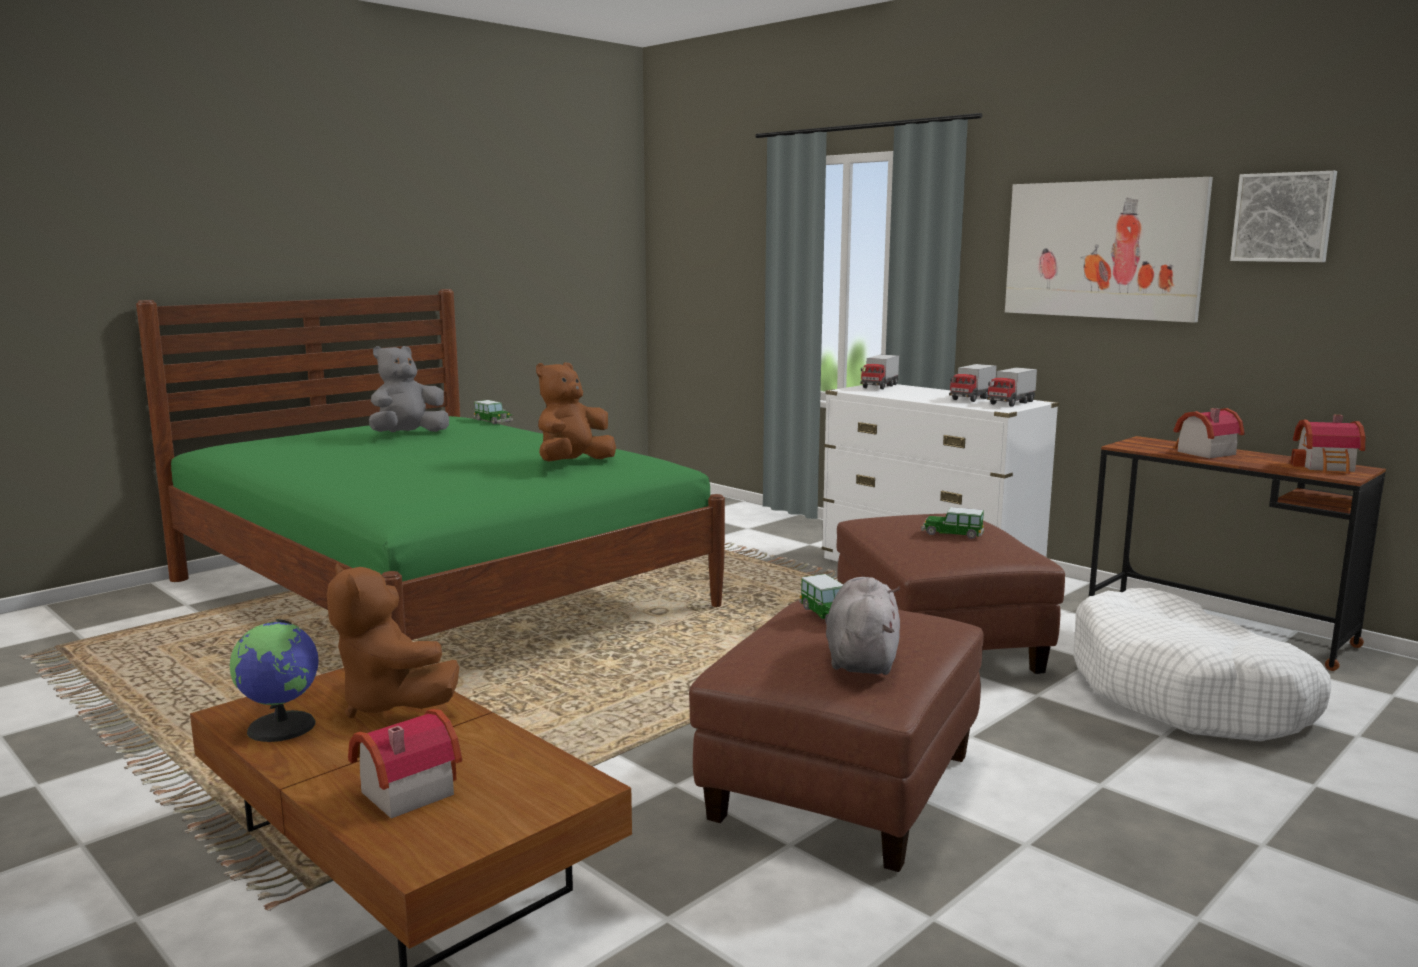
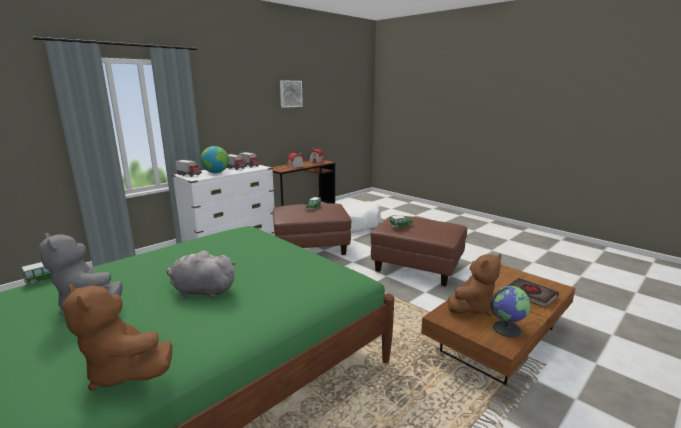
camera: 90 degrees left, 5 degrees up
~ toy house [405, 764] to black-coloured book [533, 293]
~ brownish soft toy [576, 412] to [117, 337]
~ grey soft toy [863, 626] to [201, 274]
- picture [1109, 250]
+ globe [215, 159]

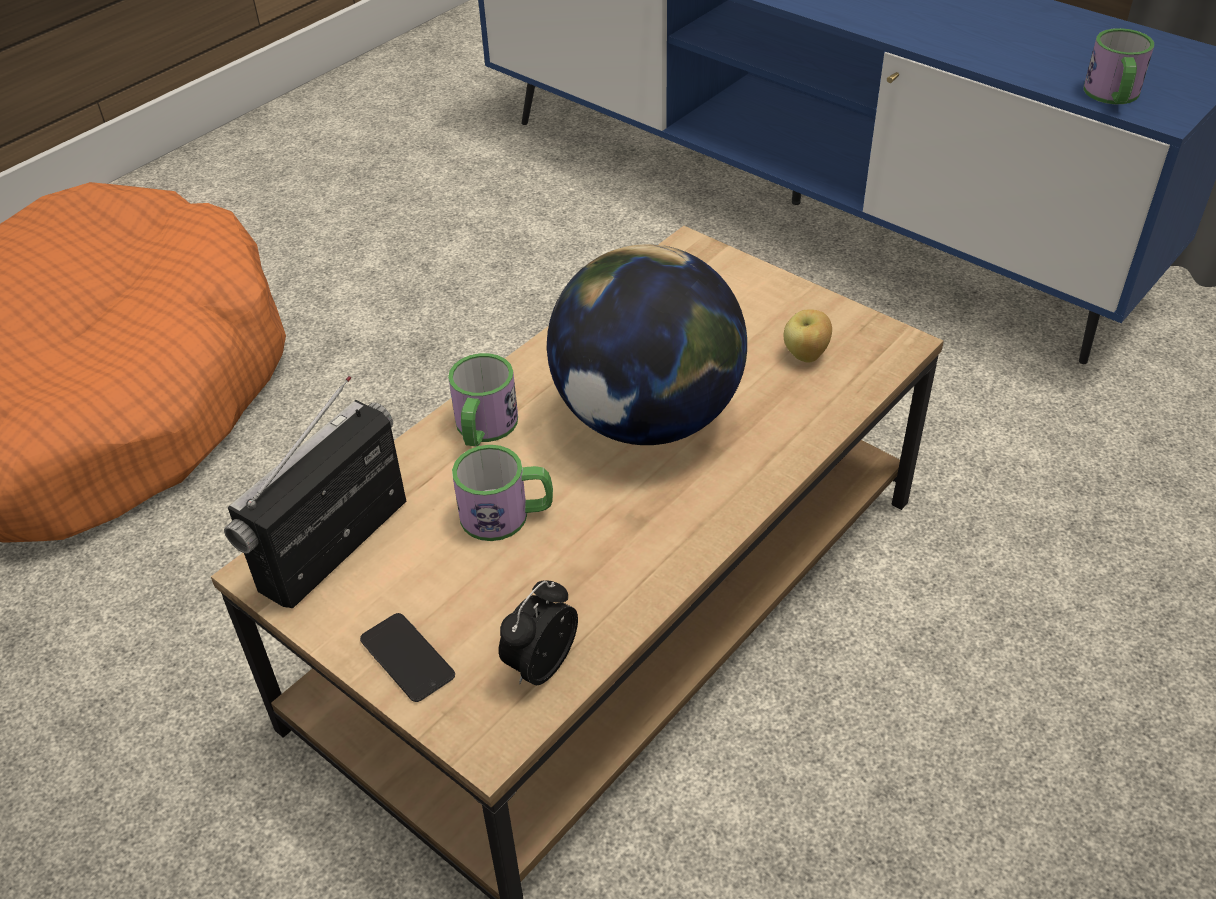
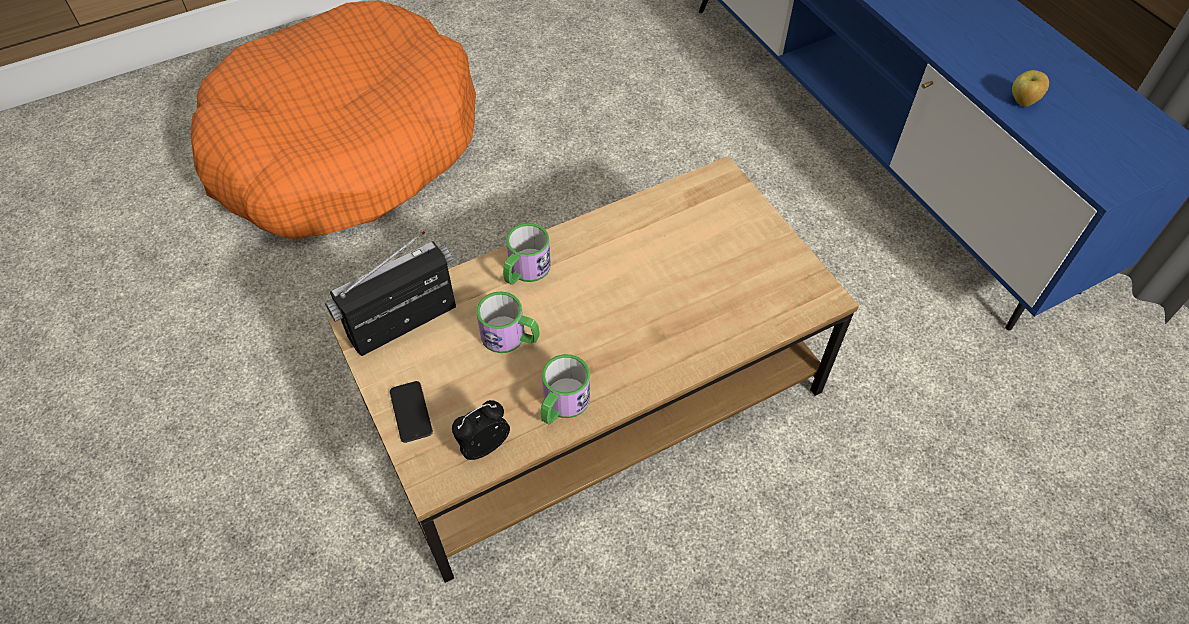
camera: 20 degrees right, 10 degrees up
- globe [647, 344]
~ whole apple [808, 335] to [1030, 88]
~ mug [1118, 66] to [565, 389]

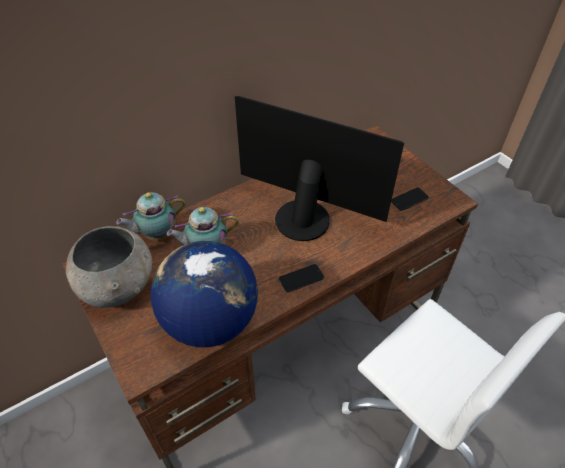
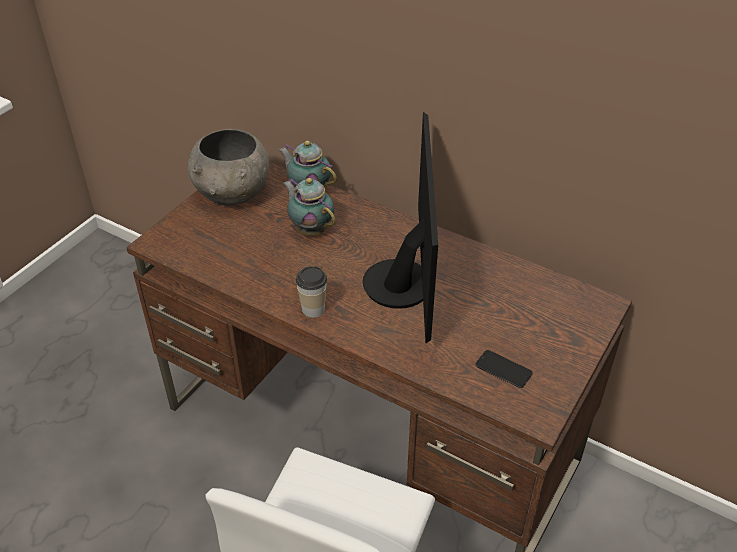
camera: 65 degrees right, 5 degrees down
- globe [204, 294]
~ handset [301, 278] to drinking cup [311, 292]

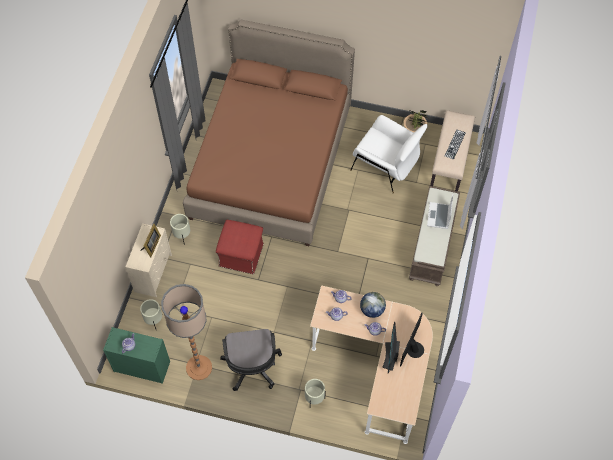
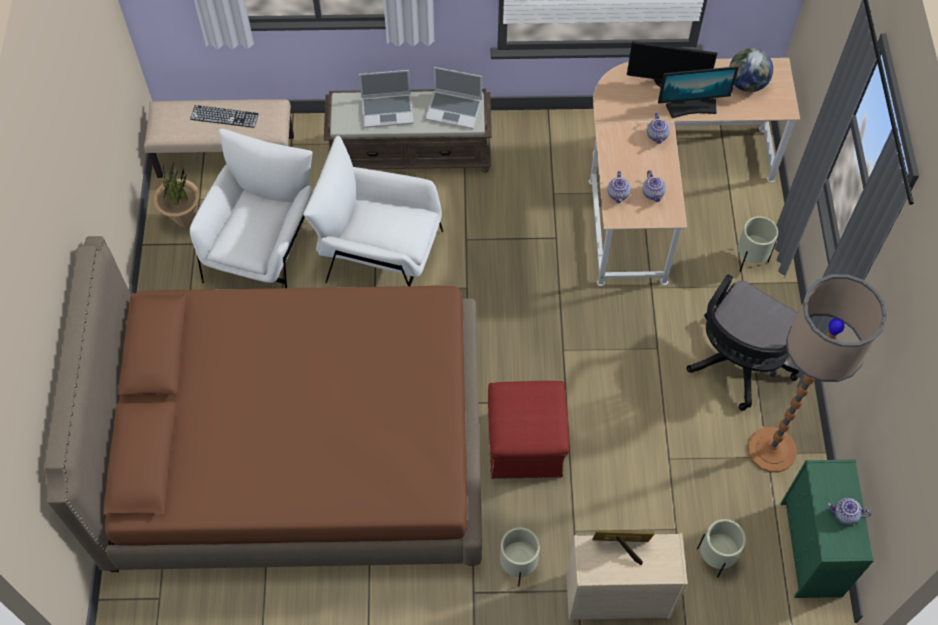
camera: 105 degrees left, 0 degrees up
~ black-coloured computer chair [251, 360] = [742, 342] 150 degrees clockwise
~ globe [373, 305] to [751, 70]
+ white-coloured armchair [373, 211]
+ portable computer [453, 98]

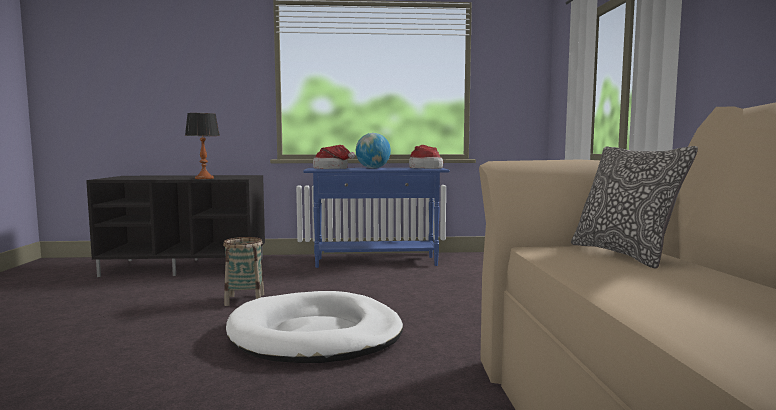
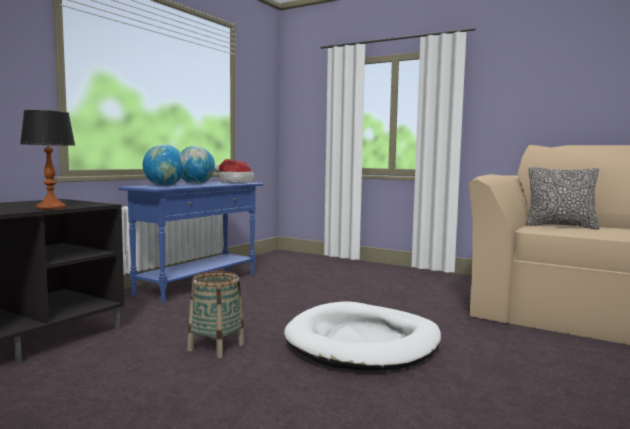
camera: 55 degrees left, 0 degrees up
~ clothing hat [334, 157] to globe [163, 165]

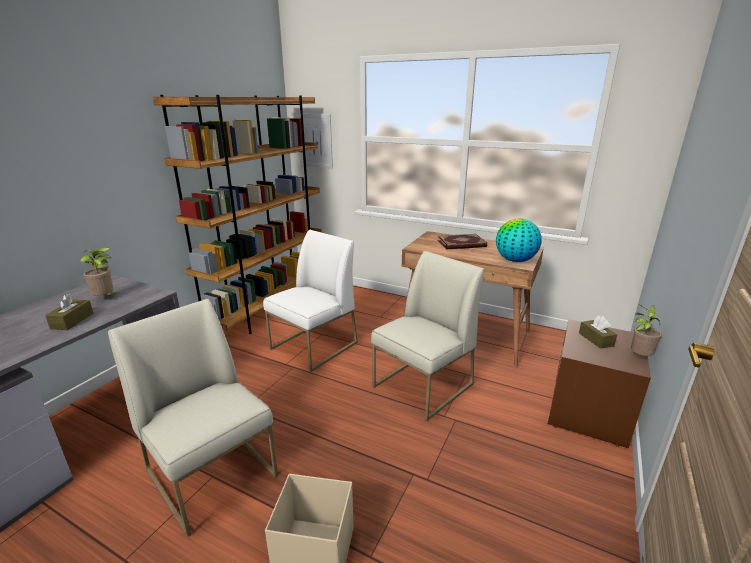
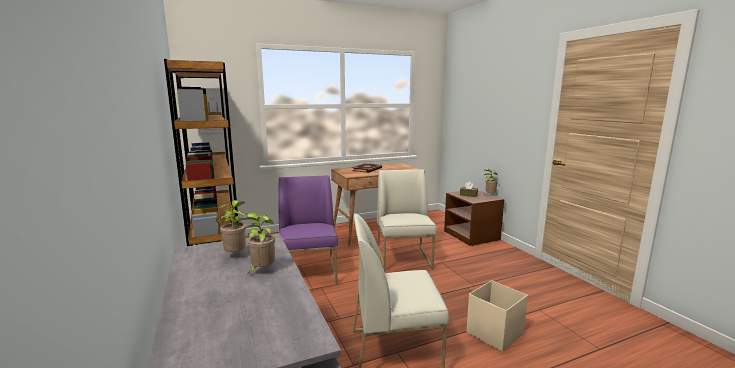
camera: 50 degrees left, 10 degrees down
~ brownish box of tissues [69, 311] to houseplant [258, 243]
~ white-coloured upright chair [310, 301] to purple-coloured upright chair [308, 229]
- globe [518, 240]

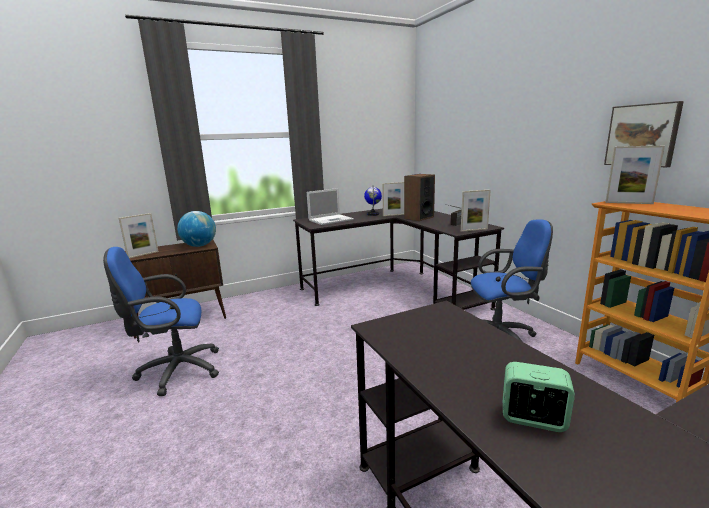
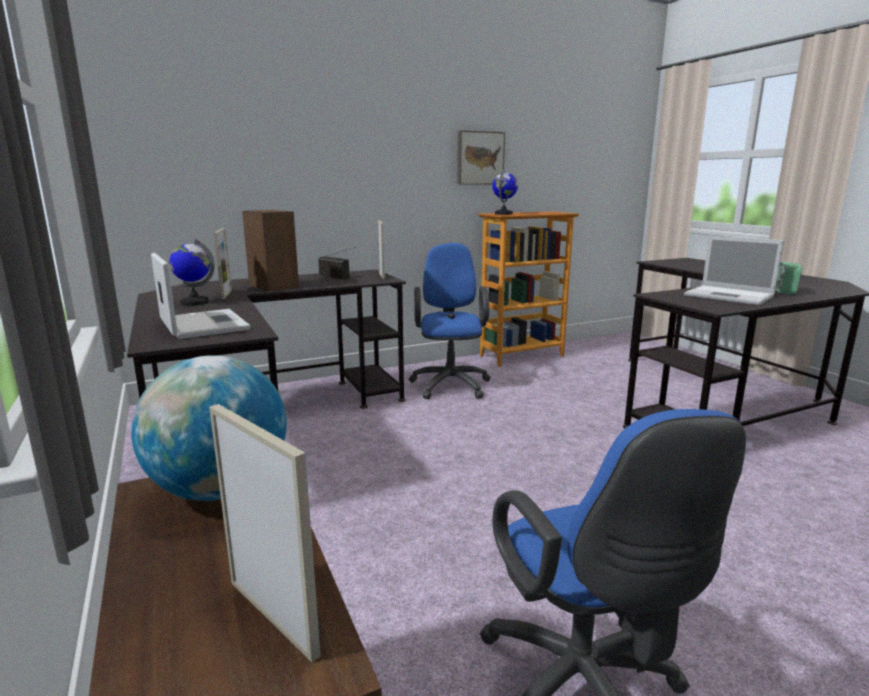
camera: 90 degrees left, 0 degrees up
~ picture frame [635, 175] to globe [505, 192]
+ portable computer [734, 270]

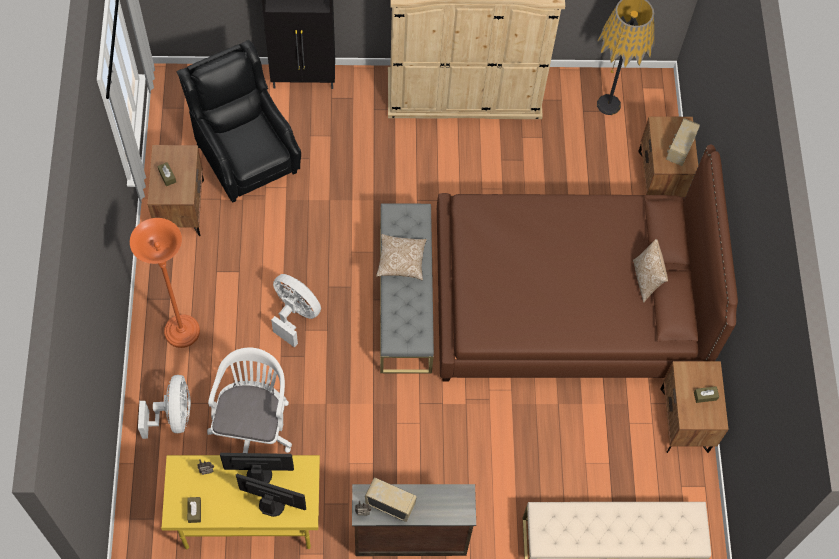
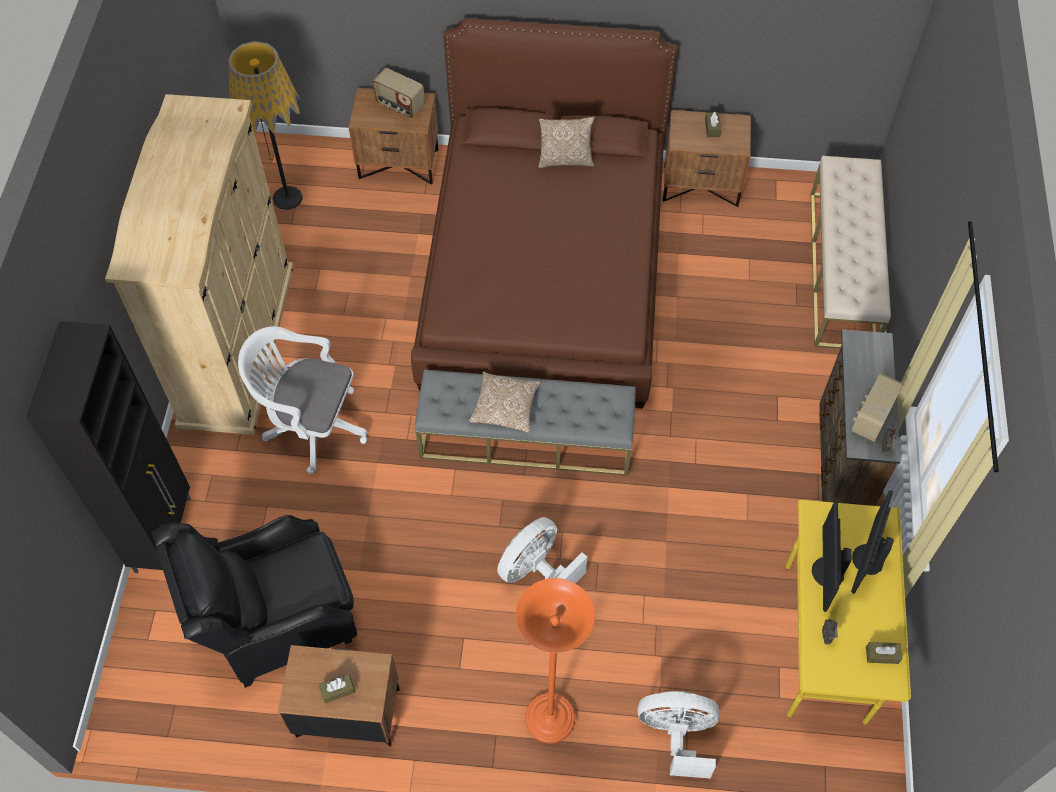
camera: 80 degrees left, 5 degrees down
~ white-coloured computer chair [249, 400] to [303, 400]

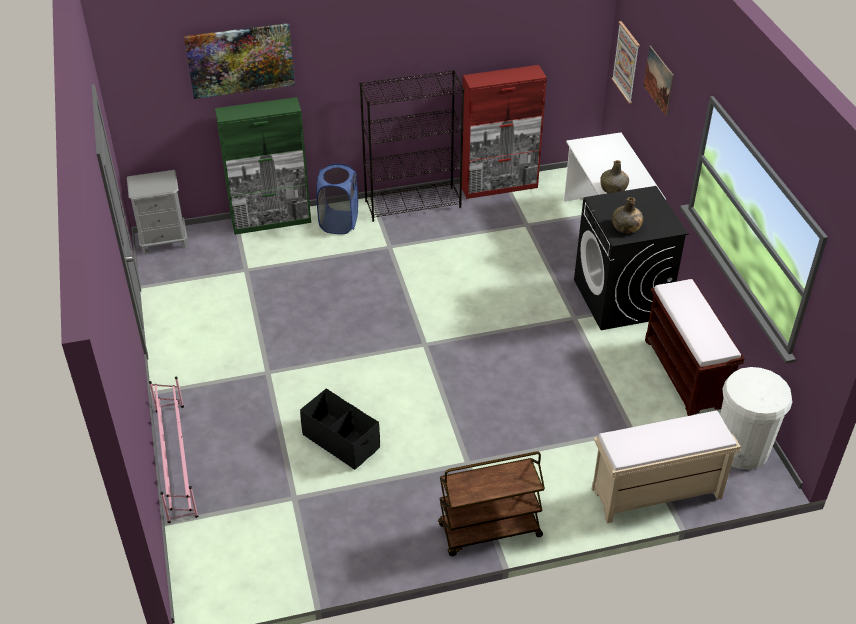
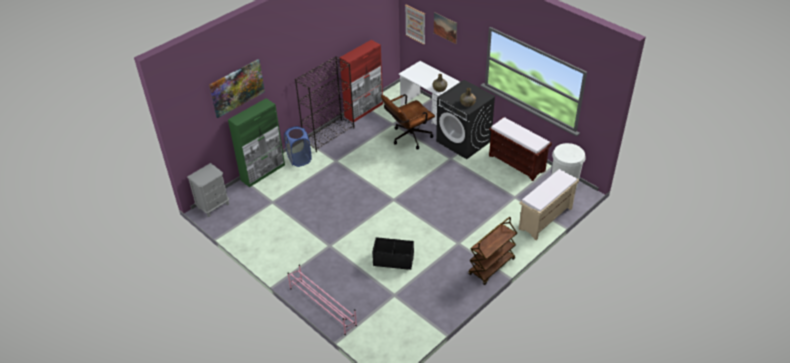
camera: 30 degrees left, 0 degrees up
+ brownish computer chair [408, 122]

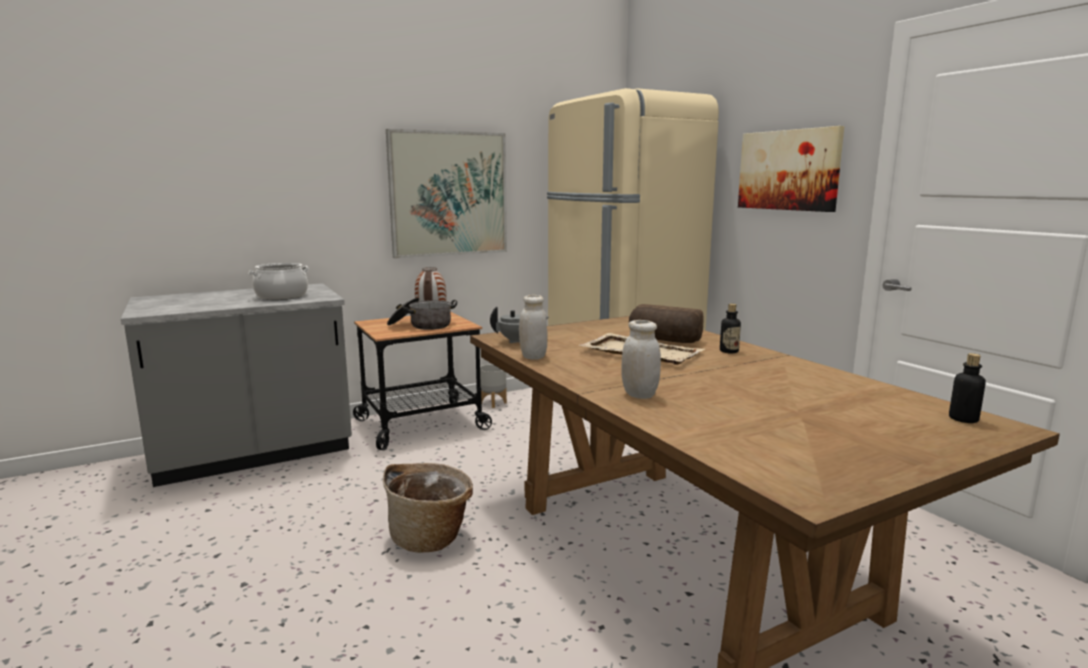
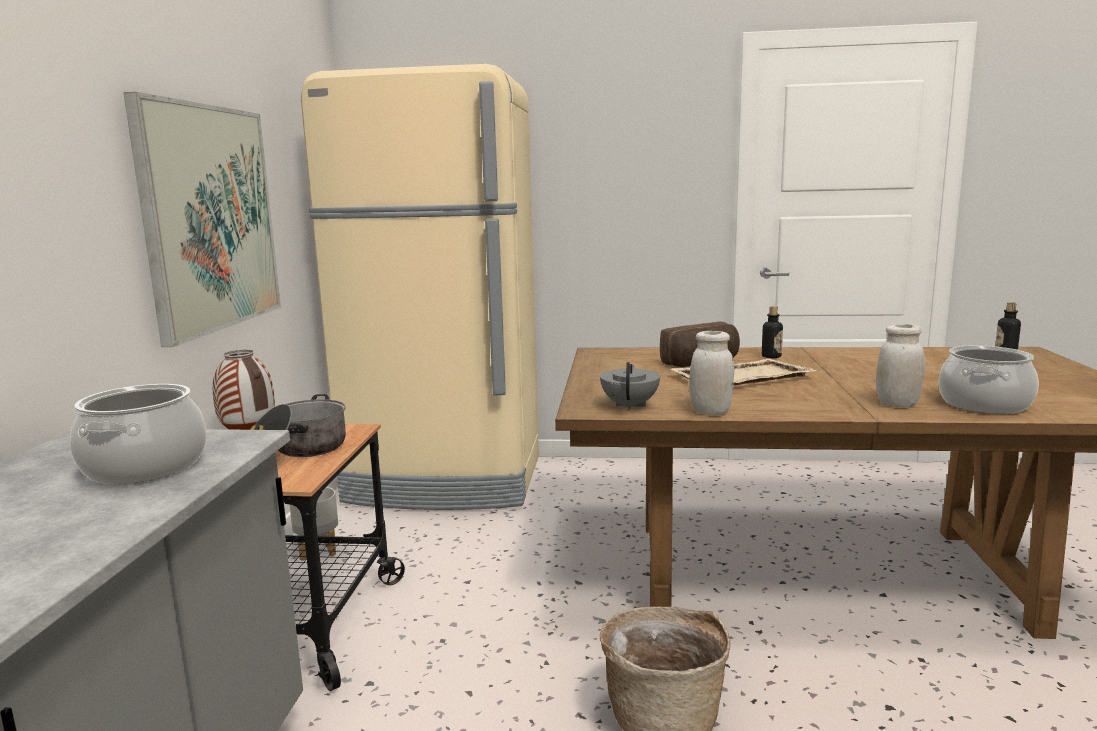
camera: 55 degrees left, 0 degrees up
- picture [791, 169]
+ saucepot [988, 379]

